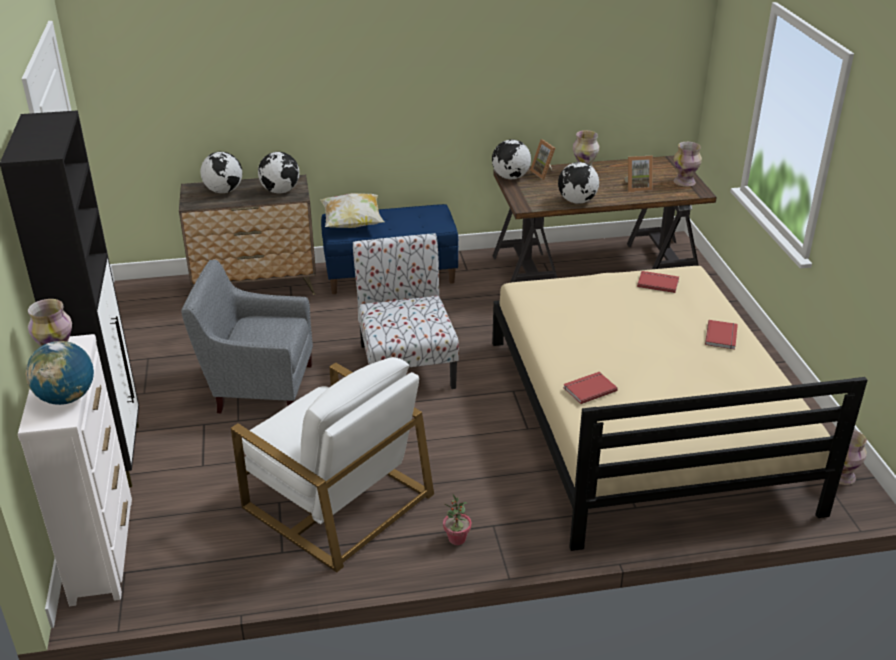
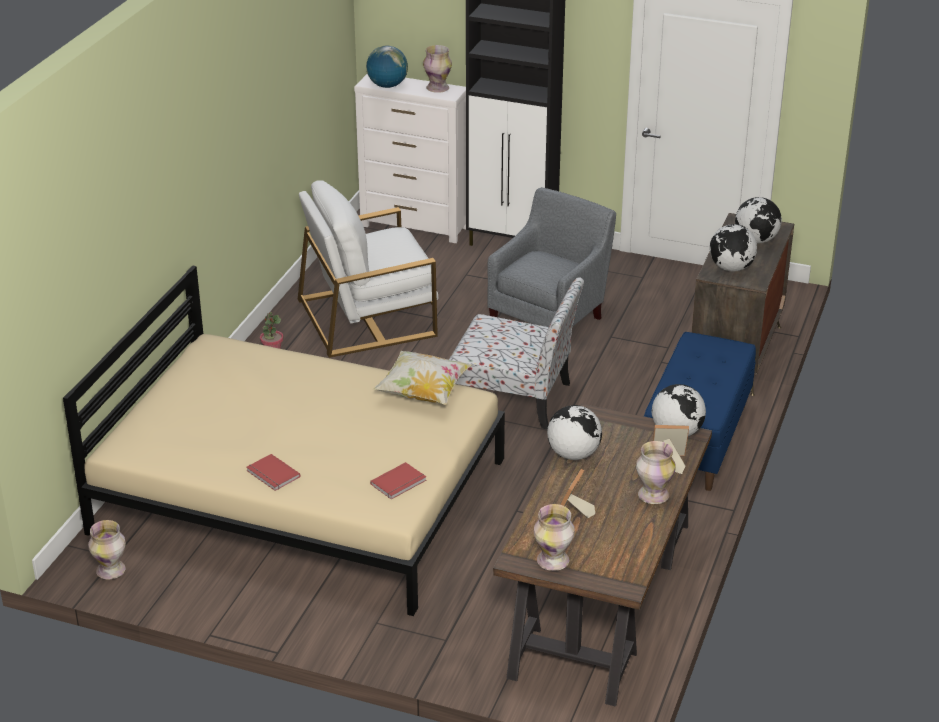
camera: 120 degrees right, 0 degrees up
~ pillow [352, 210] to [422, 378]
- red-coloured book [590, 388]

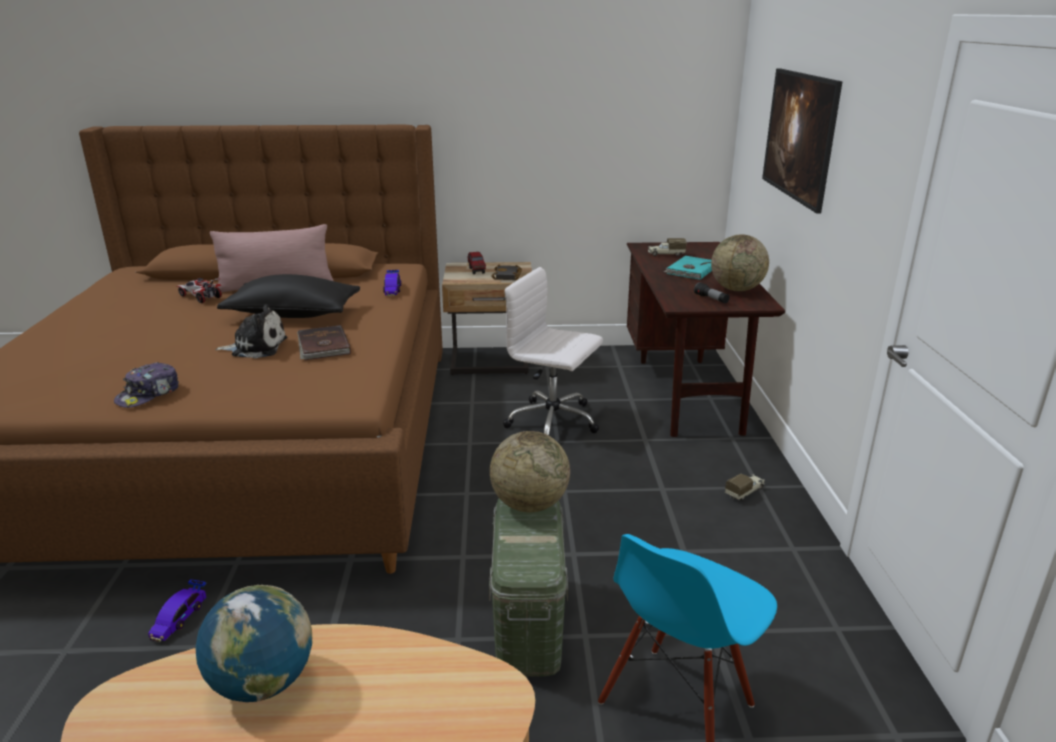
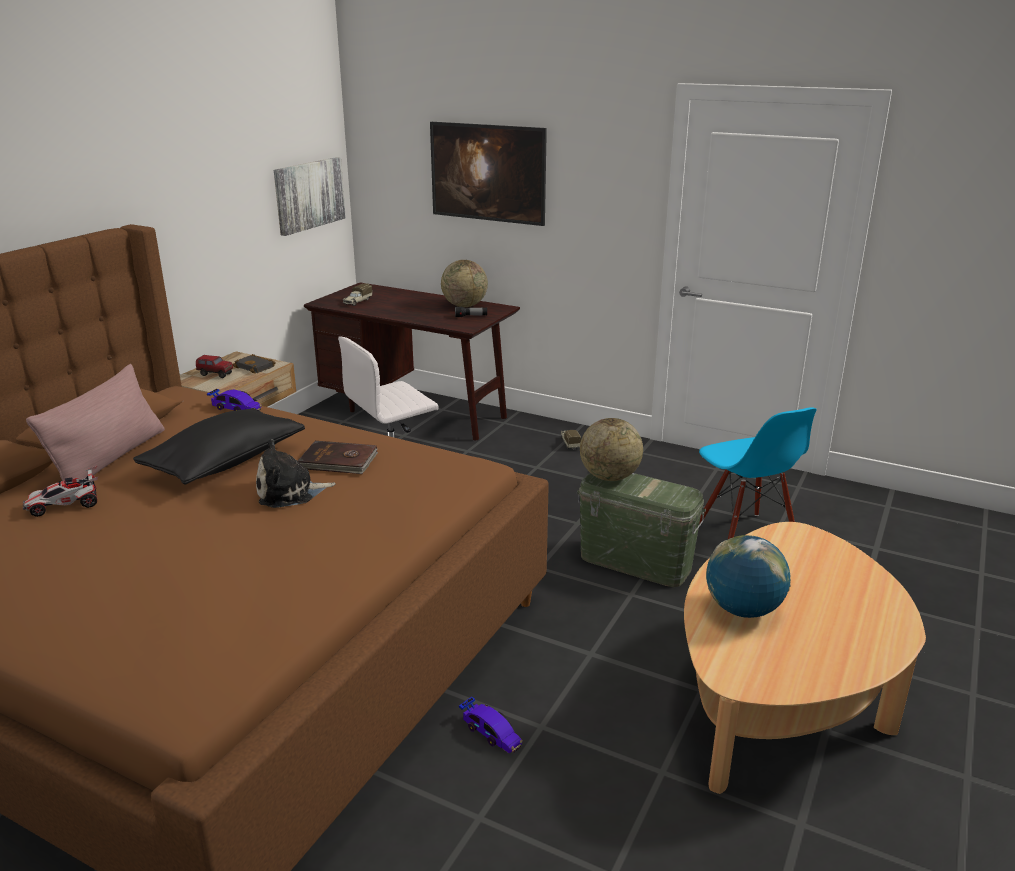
camera: 60 degrees left, 0 degrees up
- cap [146, 385]
~ soft toy [251, 331] = [296, 473] 135 degrees counterclockwise
- turquoise-coloured book [688, 268]
+ picture [310, 196]

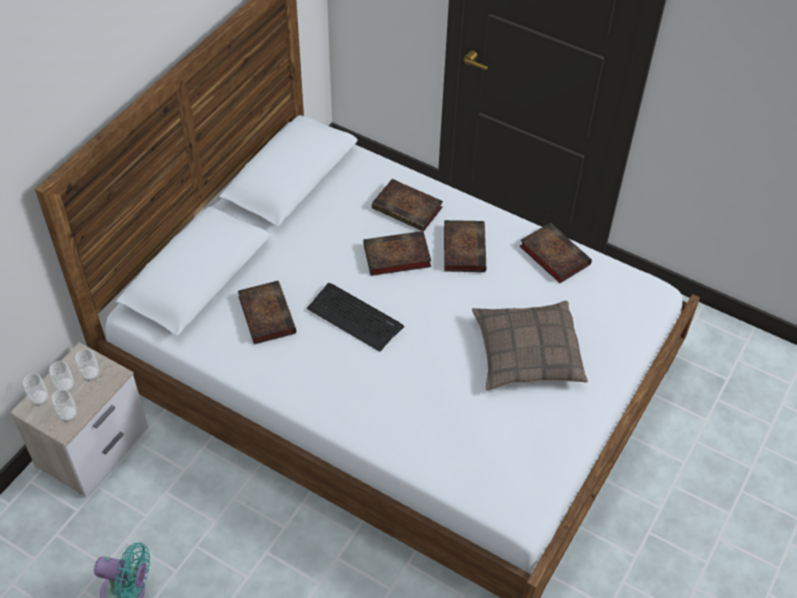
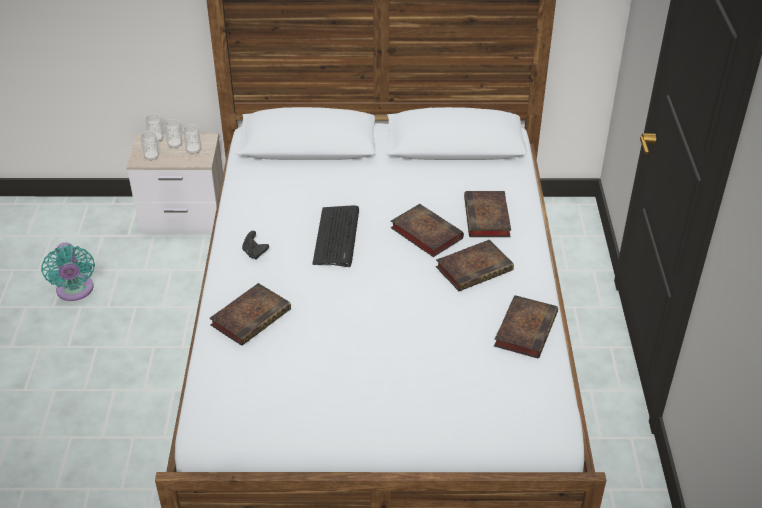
camera: 60 degrees right, 10 degrees down
~ book [267, 312] to [250, 314]
- pillow [530, 345]
+ black-coloured joypad [255, 245]

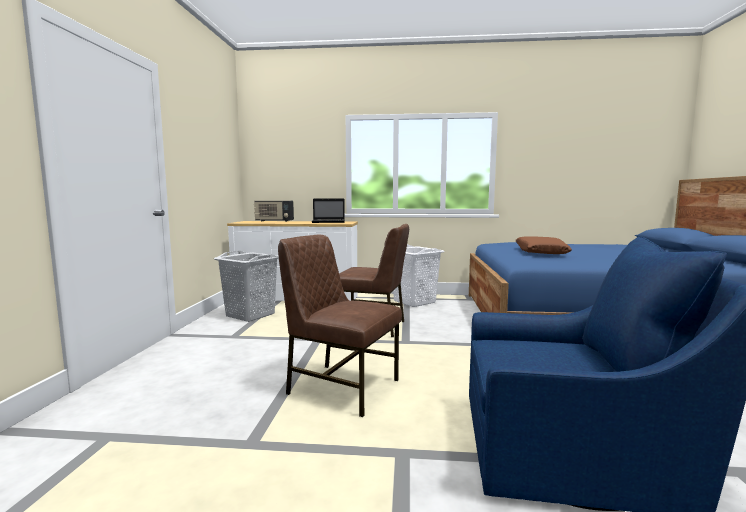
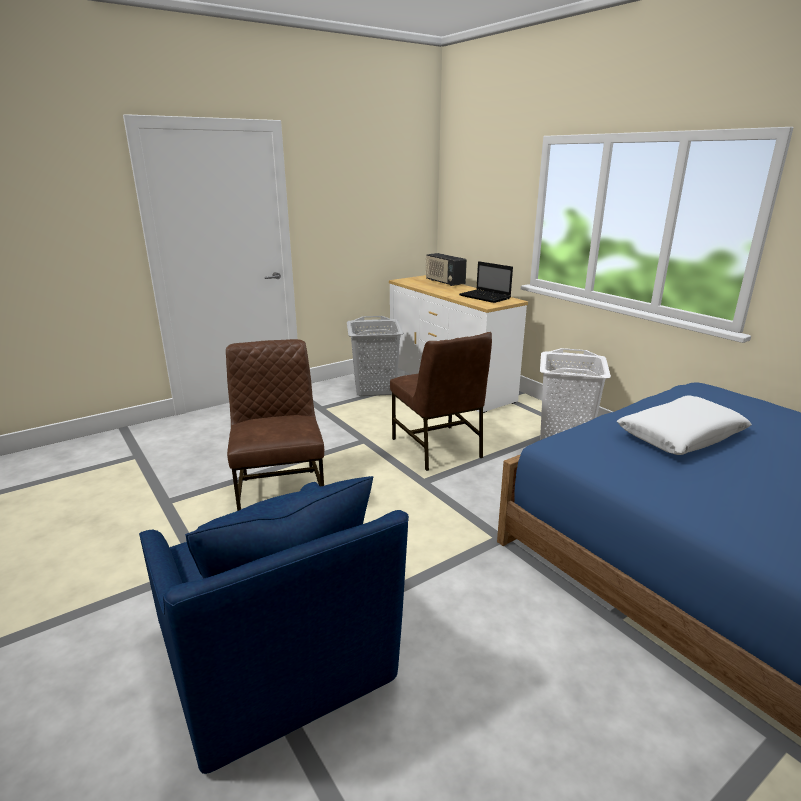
camera: 50 degrees right, 15 degrees up
~ brownish pillow [544, 245] to white-coloured pillow [684, 425]

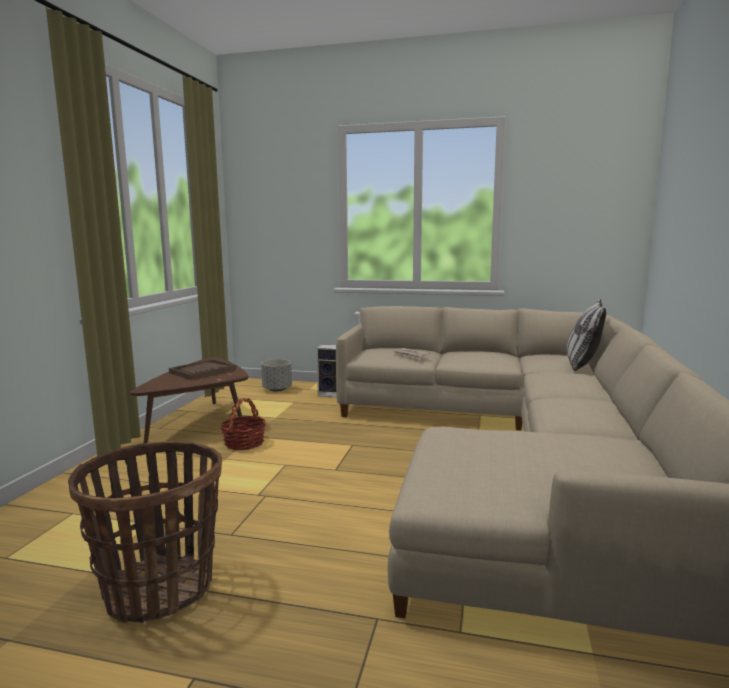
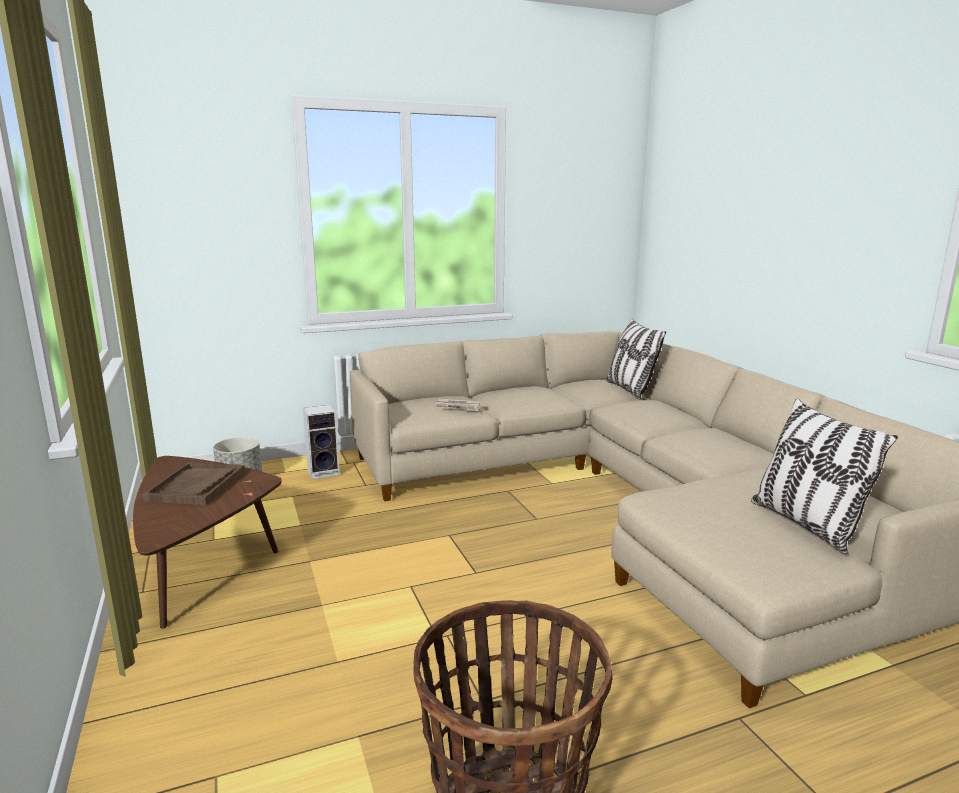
camera: 35 degrees left, 5 degrees up
- household basket [243, 424]
+ pillow [824, 475]

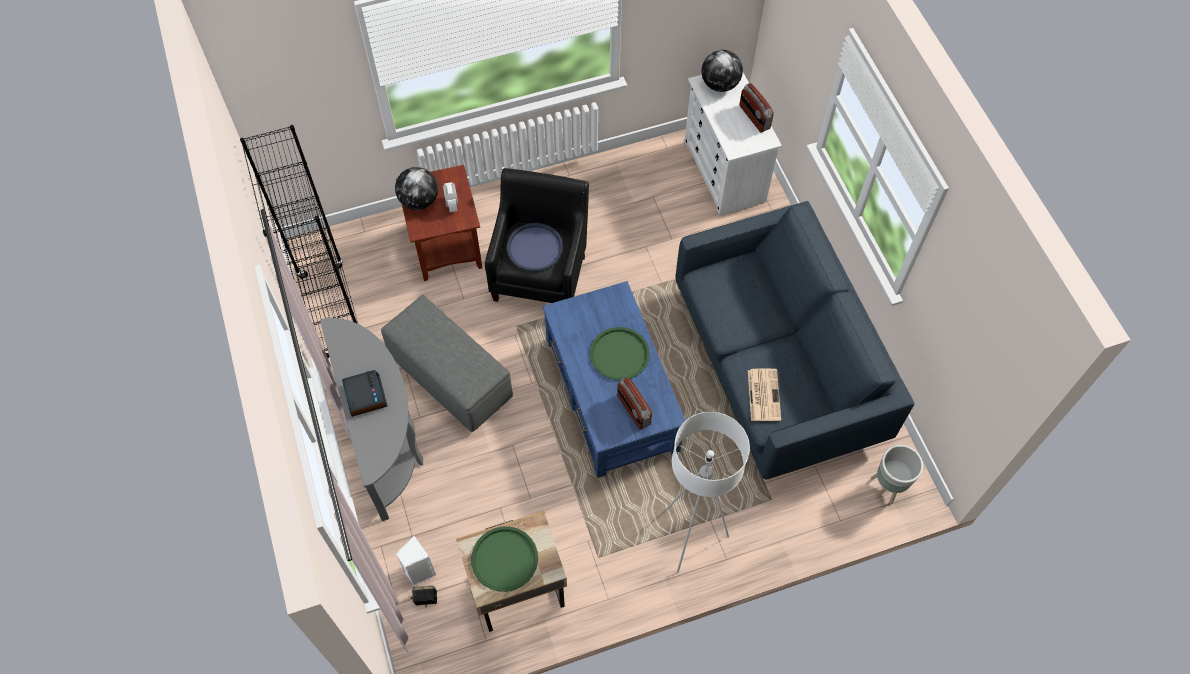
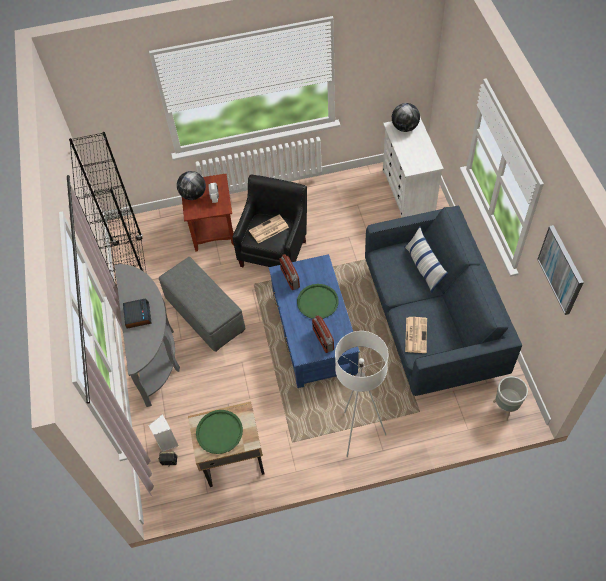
camera: 10 degrees right, 5 degrees down
~ blue tray [535, 247] to daily paper [269, 229]
~ radio [756, 107] to [289, 272]
+ pillow [426, 260]
+ picture [560, 270]

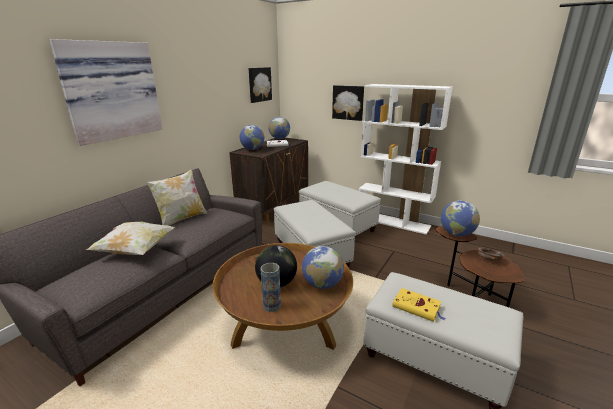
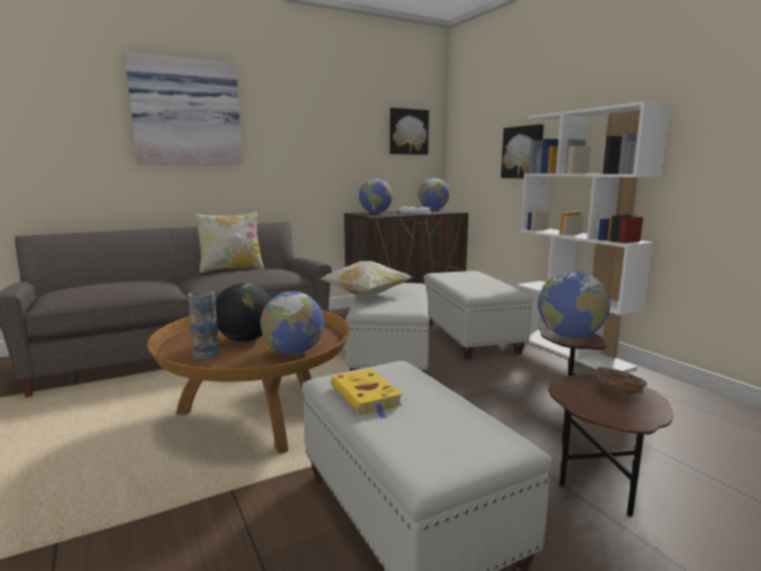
camera: 30 degrees right, 10 degrees down
~ pillow [130, 238] to [366, 278]

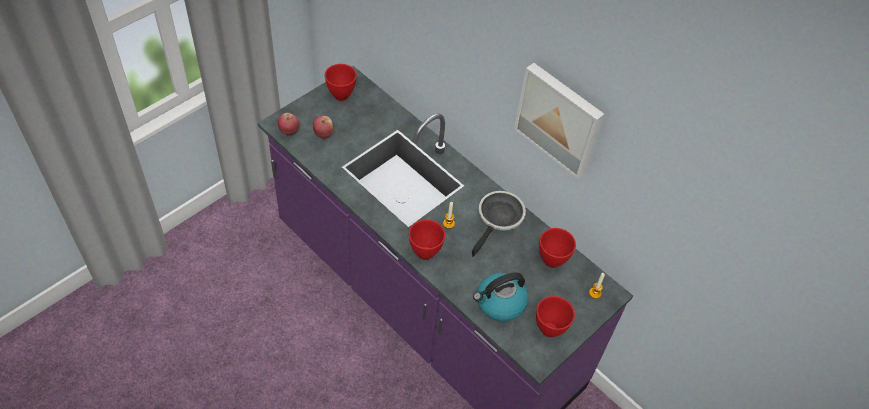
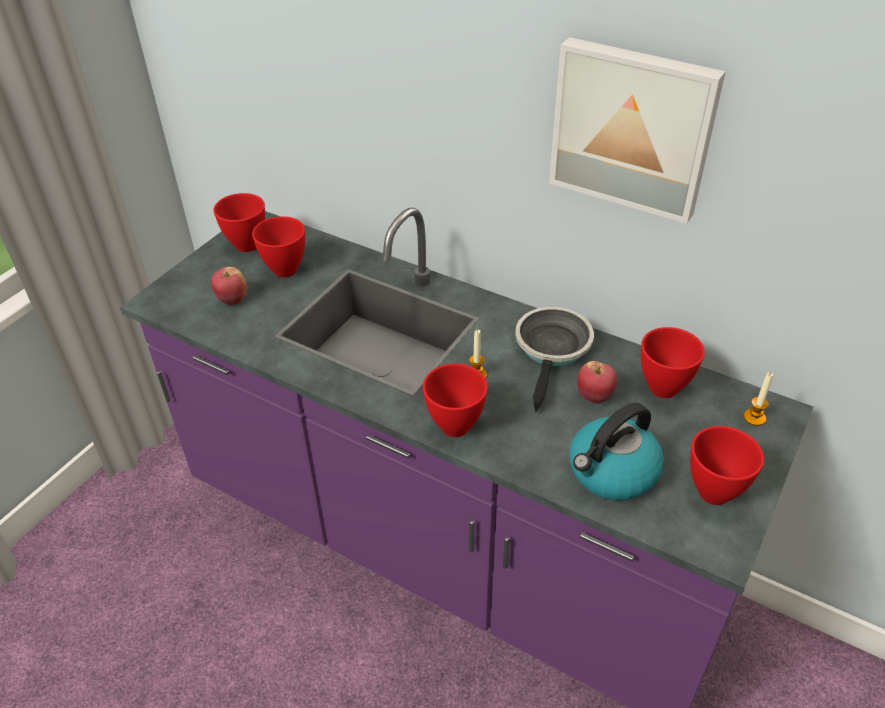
camera: 10 degrees left, 10 degrees down
~ whole apple [288, 124] to [597, 382]
+ red-coloured bowl [278, 247]

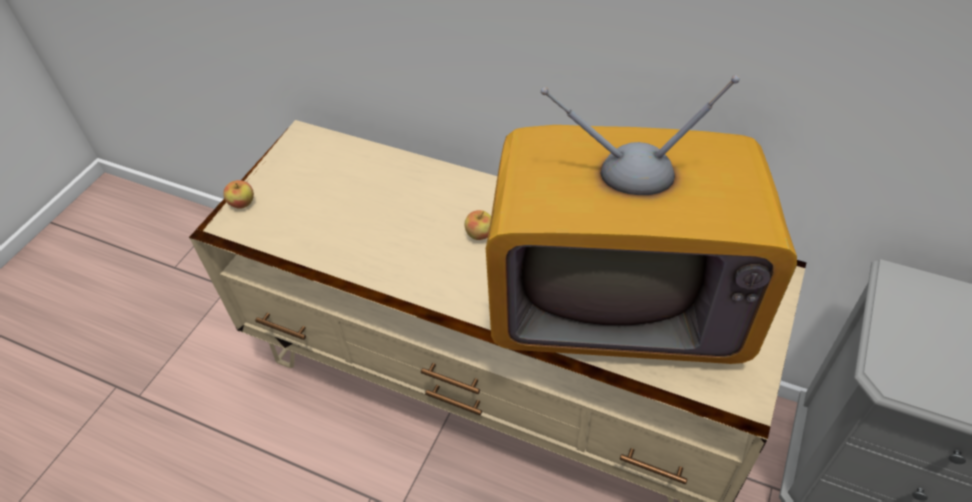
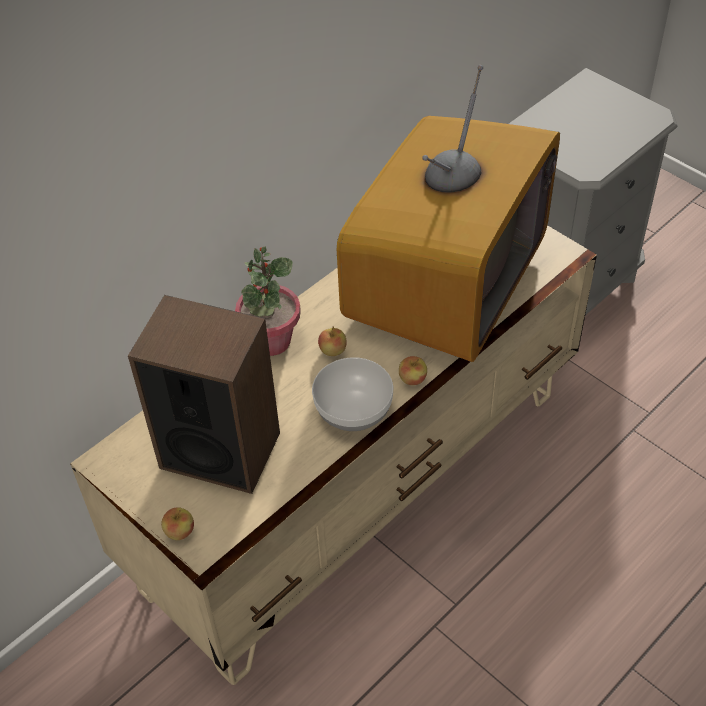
camera: 70 degrees left, 0 degrees up
+ loudspeaker [204, 394]
+ houseplant [268, 301]
+ bowl [352, 394]
+ whole apple [413, 370]

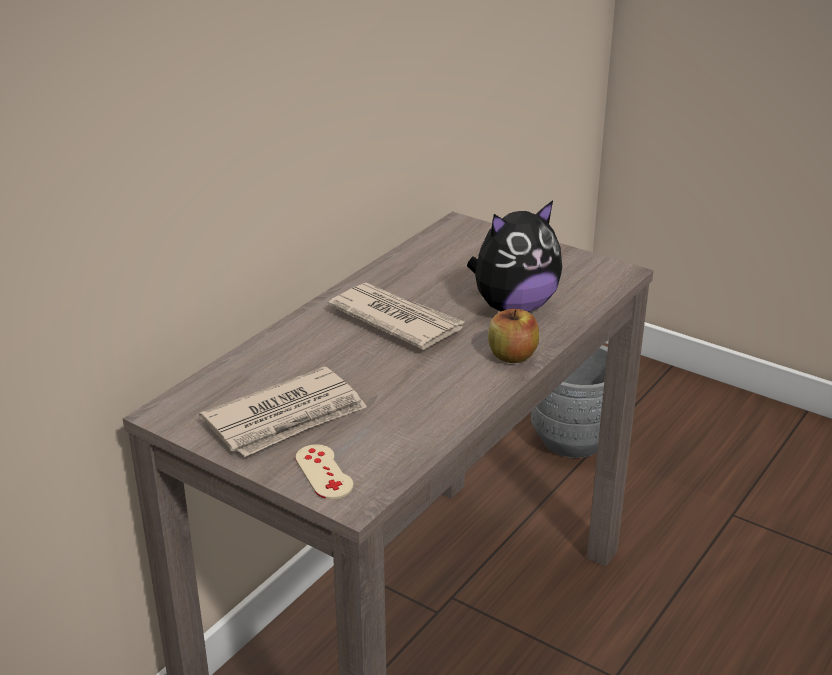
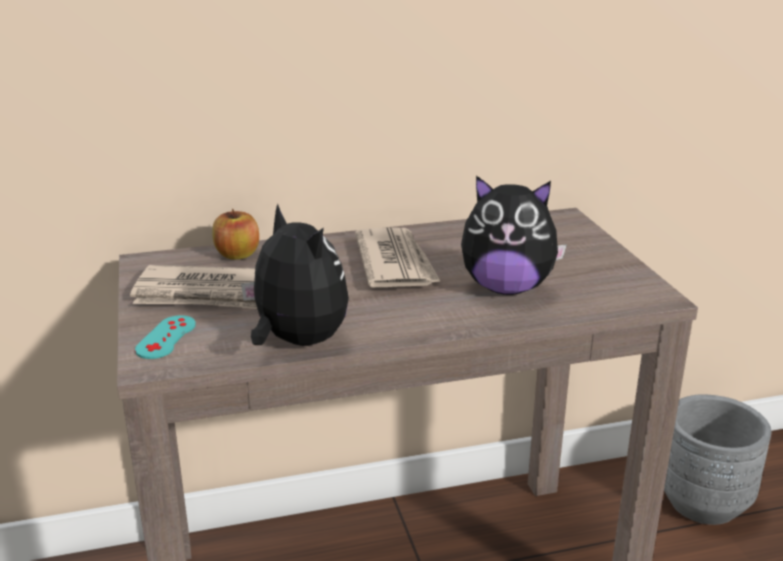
camera: 40 degrees right, 5 degrees down
~ sand-coloured joypad [324, 471] to turquoise-coloured joypad [165, 337]
~ whole apple [513, 336] to [235, 234]
+ soft toy [295, 275]

